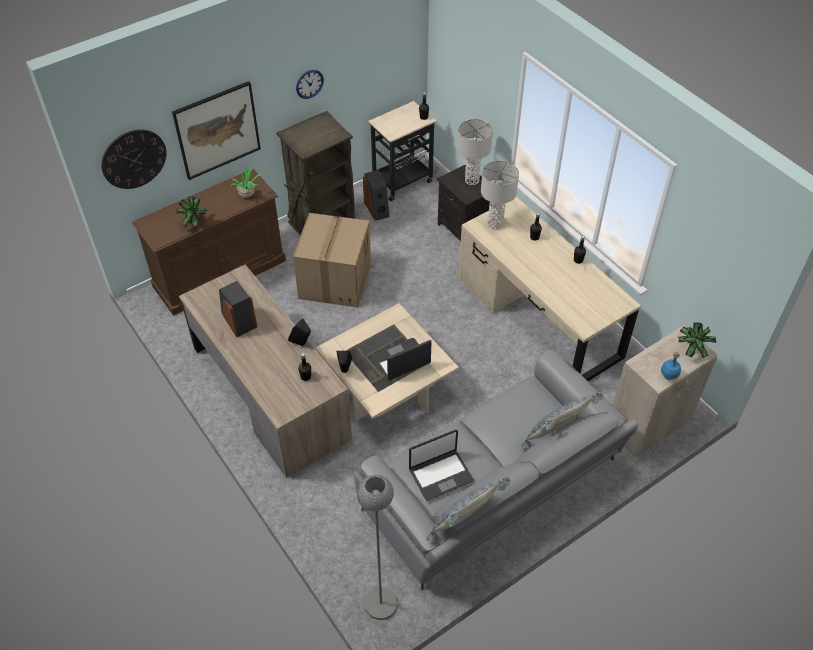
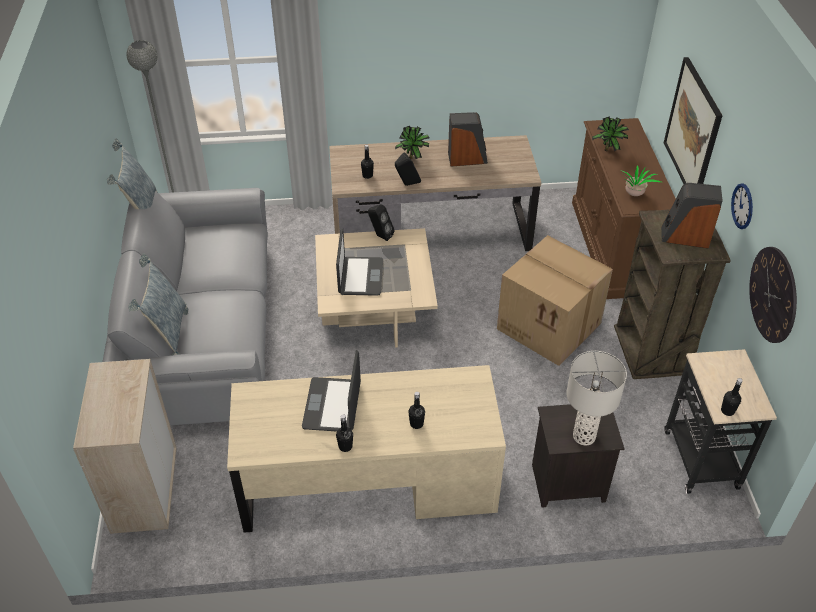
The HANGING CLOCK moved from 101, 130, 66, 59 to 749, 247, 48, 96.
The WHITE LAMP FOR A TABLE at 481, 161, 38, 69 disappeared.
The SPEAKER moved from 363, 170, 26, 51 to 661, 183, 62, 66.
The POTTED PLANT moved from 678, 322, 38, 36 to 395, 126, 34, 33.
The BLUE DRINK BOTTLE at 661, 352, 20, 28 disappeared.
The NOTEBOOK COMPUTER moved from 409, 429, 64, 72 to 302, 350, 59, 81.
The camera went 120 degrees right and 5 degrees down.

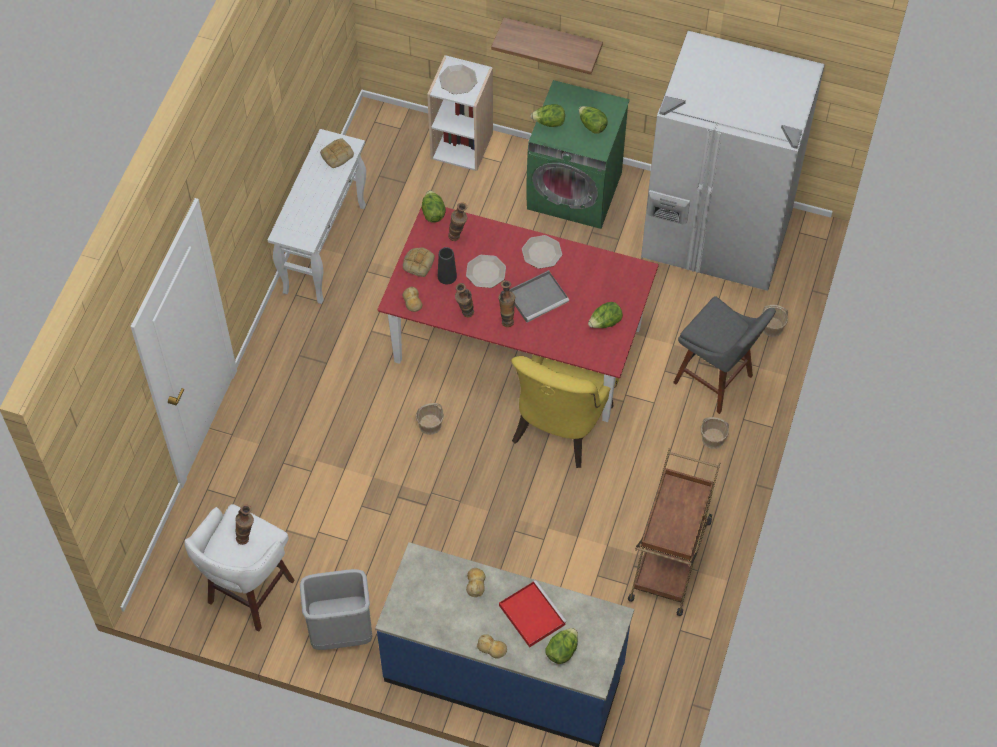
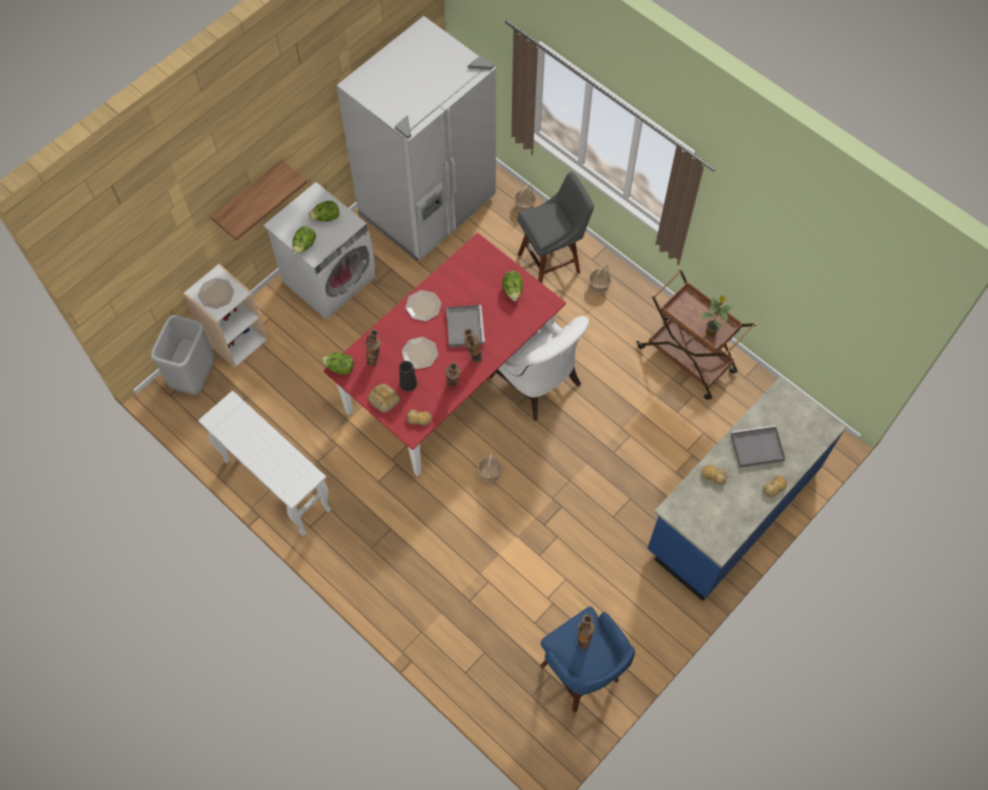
The GREENISH WASHING MACHINE at 526, 80, 104, 149 became the WHITE WASHING MACHINE at 263, 182, 112, 138.
The BAKED BREAD at 320, 138, 34, 30 disappeared.
The YELLOW-COLOURED UPRIGHT CHAIR at 511, 355, 108, 113 became the WHITE UPRIGHT CHAIR at 489, 316, 100, 105.
The WHITE SITTING STOOL at 185, 504, 110, 127 became the BLUE SITTING STOOL at 540, 607, 95, 106.
The GRAY RUBBISH BIN moved from 300, 569, 72, 81 to 151, 315, 64, 80.
The REDDISH CARRYING TRAY at 499, 580, 68, 67 became the GRAY CARRYING TRAY at 731, 425, 54, 43.
The HEAD OF LETTUCE at 545, 628, 33, 36 disappeared.
The POTTED PLANT at 701, 296, 34, 41 appeared.
The camera went 65 degrees left and 5 degrees up.

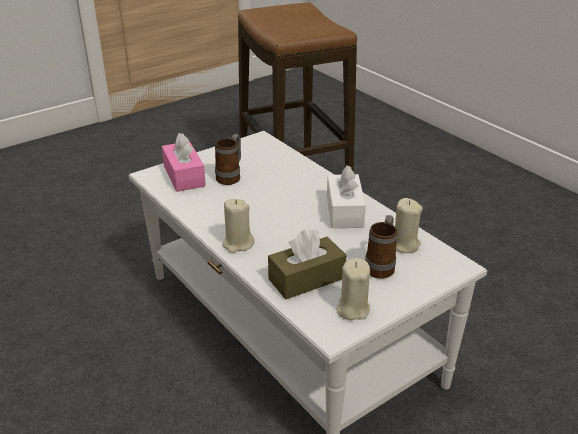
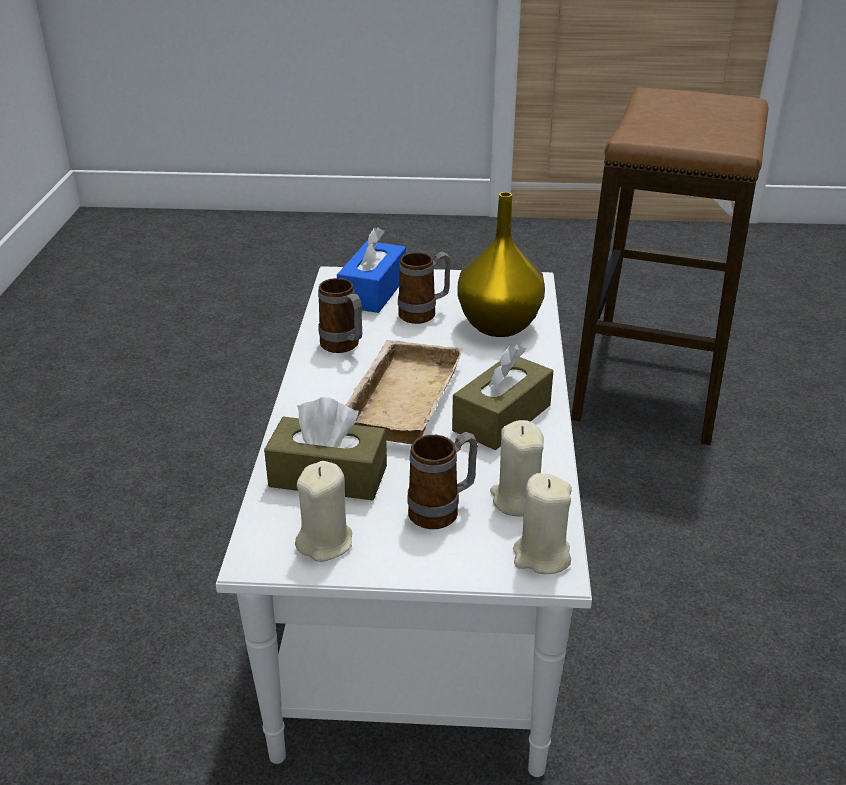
The PINK-COLOURED TISSUE BOX at 162, 133, 44, 59 became the BLUE TISSUE BOX at 337, 228, 69, 85.
The WHITE TISSUE BOX at 327, 165, 39, 63 became the BROWNISH TISSUE BOX at 452, 344, 101, 106.
The BEIGE WAX CANDLE moved from 222, 199, 32, 54 to 513, 473, 59, 101.
The YELLOW-COLOURED DECORATIVE VASE at 458, 192, 87, 145 appeared.
The MUG at 318, 278, 44, 75 appeared.
The BEIGE CARRYING TRAY at 346, 340, 117, 104 appeared.
The camera went 40 degrees right and 0 degrees up.

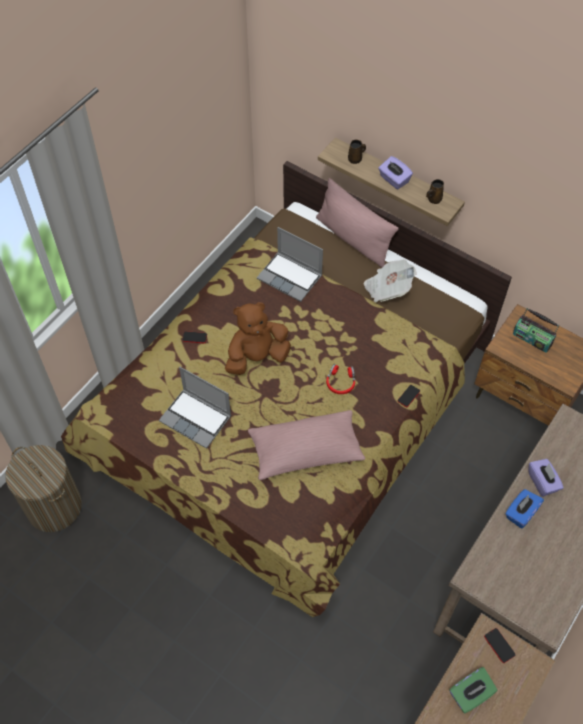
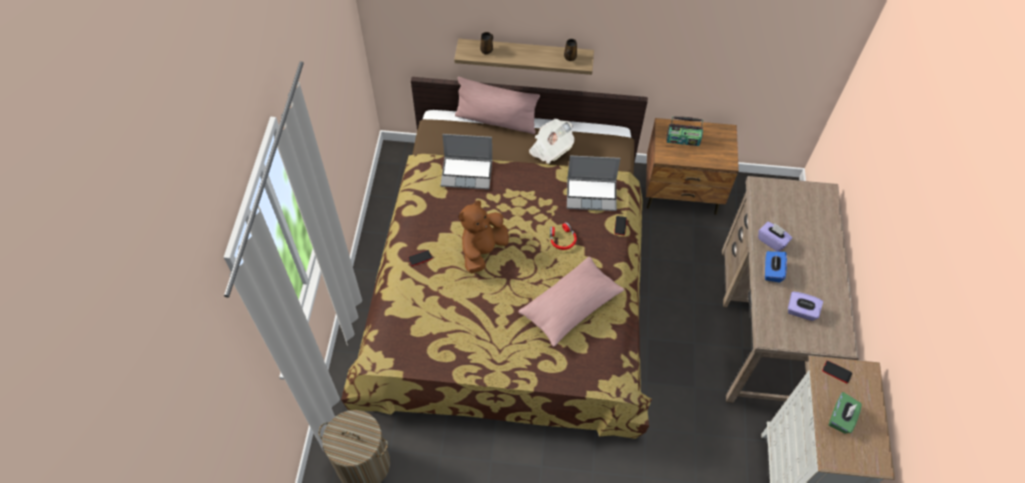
The PURPLISH TISSUE BOX moved from 378, 156, 35, 34 to 788, 292, 35, 29.
The NOTEBOOK COMPUTER moved from 159, 367, 73, 82 to 567, 155, 53, 56.
The camera went 30 degrees left and 0 degrees up.

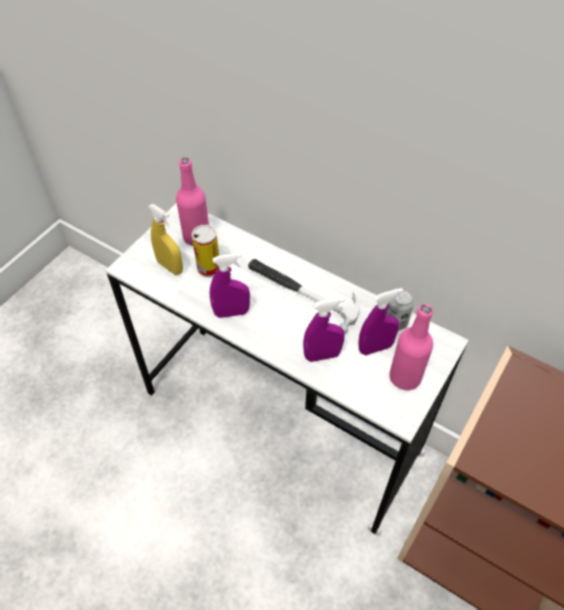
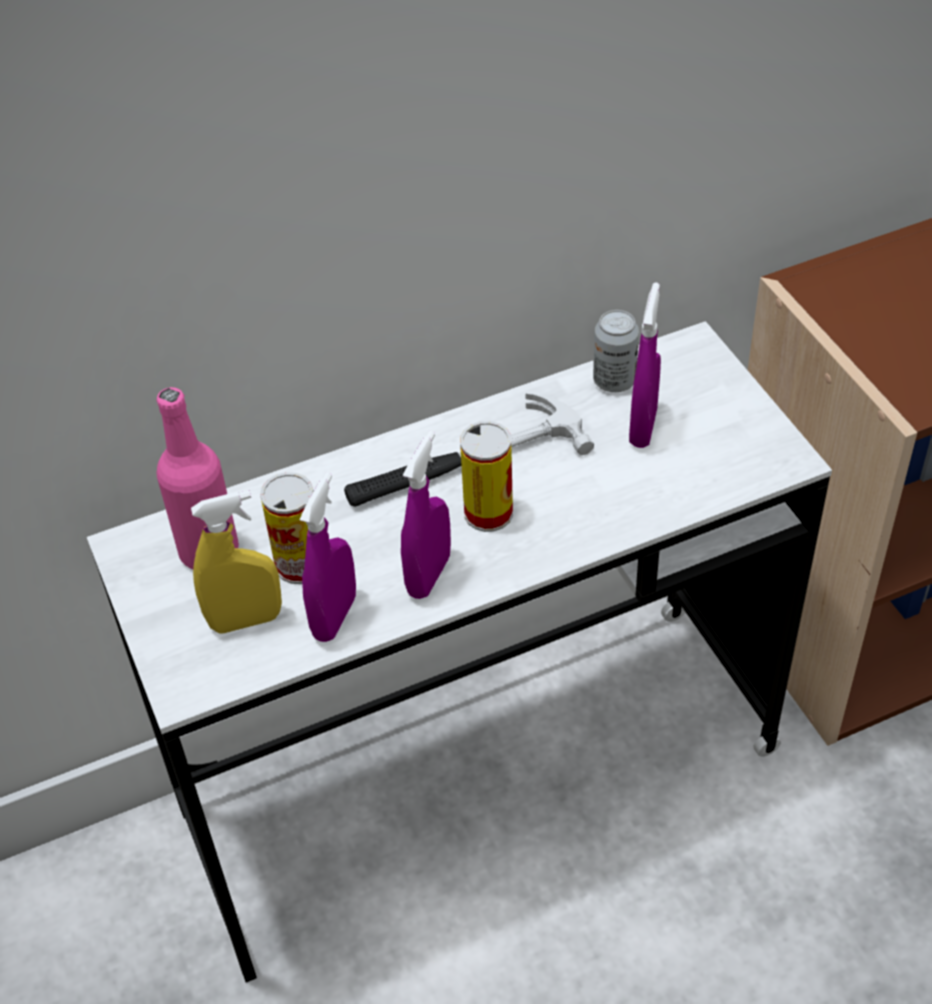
The PURPLISH HAND SPRAYER moved from 303, 298, 42, 64 to 300, 472, 56, 170.
The PINK-COLOURED DRINK BOTTLE at 389, 304, 44, 86 disappeared.
The SEALED CAN at 460, 421, 53, 111 appeared.
The camera went 55 degrees left and 5 degrees down.

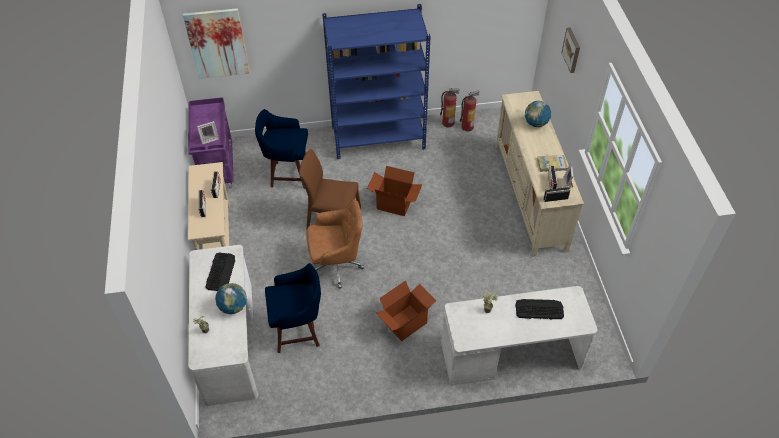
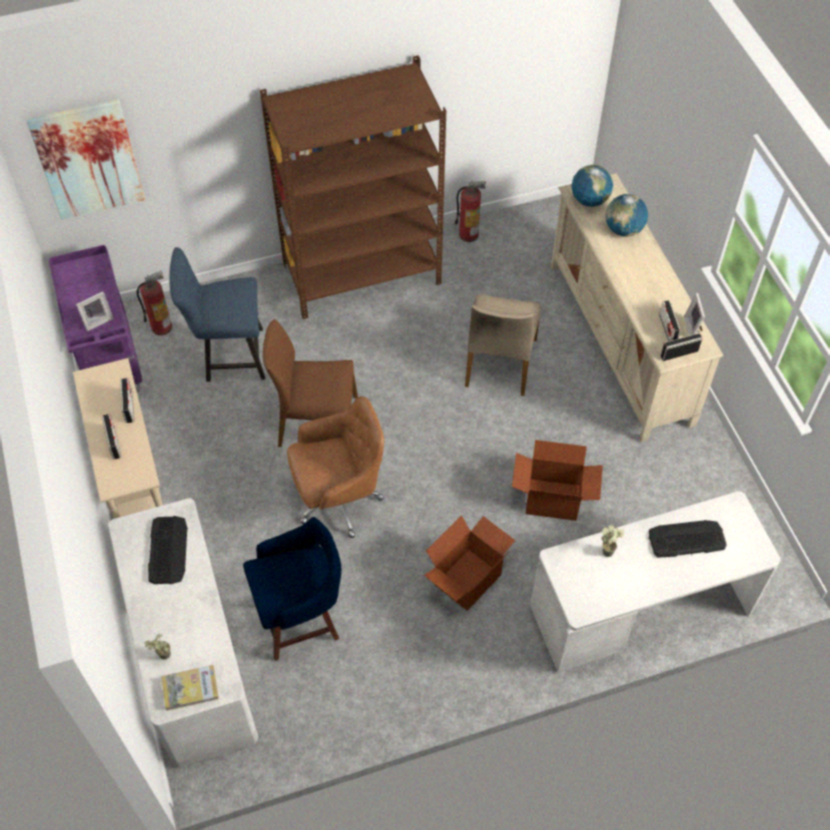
The BLUE BOOKSHELF at 322, 4, 109, 155 became the BROWNISH BOOKSHELF at 260, 55, 186, 264.
The WALL ART at 562, 27, 18, 46 disappeared.
The EXTINGUISHER moved from 460, 90, 20, 41 to 137, 271, 35, 65.
The BLUE SITTING STOOL at 255, 109, 53, 80 was replaced by the BLUE UPRIGHT CHAIR at 169, 247, 96, 135.
The VOLUME moved from 537, 155, 31, 17 to 161, 665, 58, 46.
The CARTON moved from 367, 166, 55, 50 to 512, 440, 91, 81.
The WORLD GLOBE moved from 215, 283, 32, 31 to 571, 165, 42, 42.
The BEIGE UPRIGHT CHAIR at 465, 294, 76, 102 appeared.
The camera went 10 degrees left and 5 degrees up.

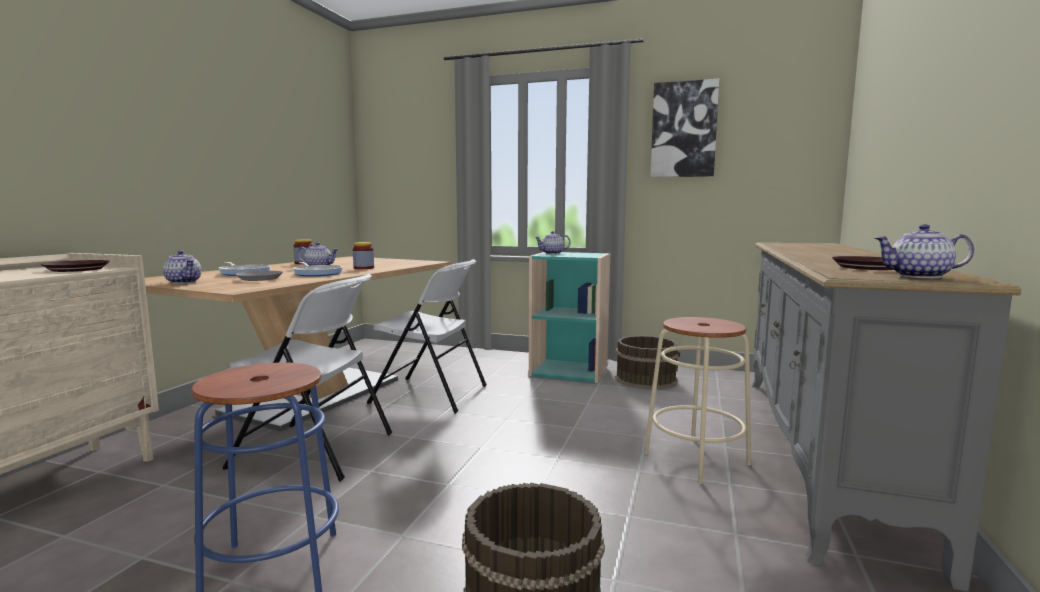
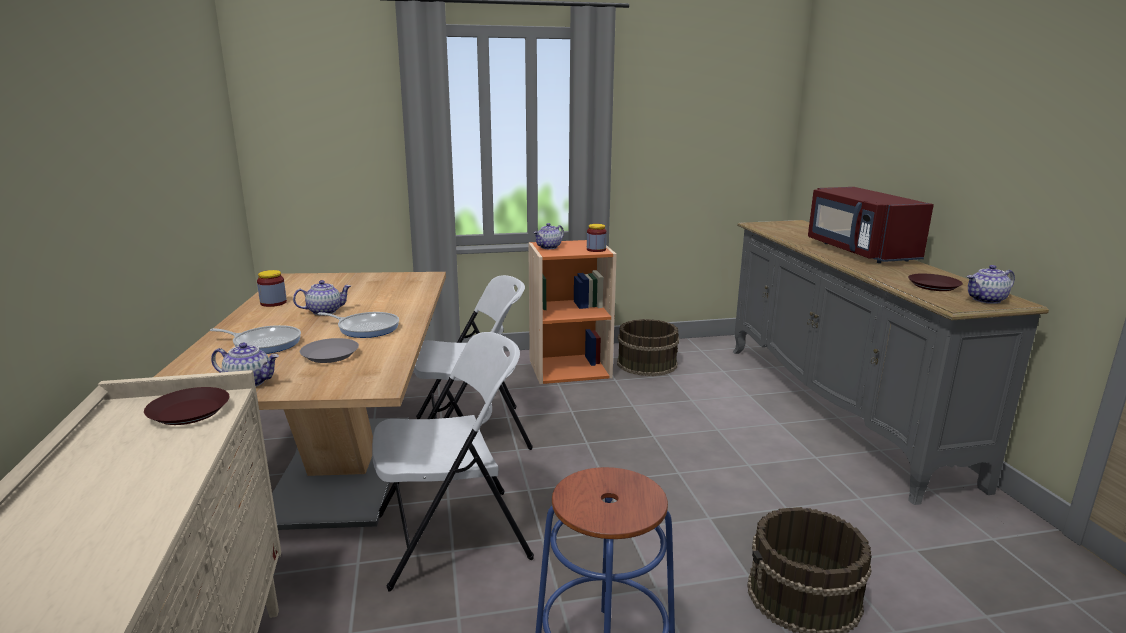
The WALL ART at 650, 79, 69, 98 disappeared.
The STORAGE JAR moved from 353, 242, 21, 27 to 587, 224, 20, 28.
The TURQUOISE-COLOURED BOOKSHELF at 529, 252, 81, 131 became the ORANGE-COLOURED BOOKSHELF at 528, 240, 89, 144.
The BEIGE SITTING STOOL at 644, 317, 107, 167 disappeared.
The REDDISH MICROWAVE at 808, 187, 126, 76 appeared.
The camera went 30 degrees left and 10 degrees up.

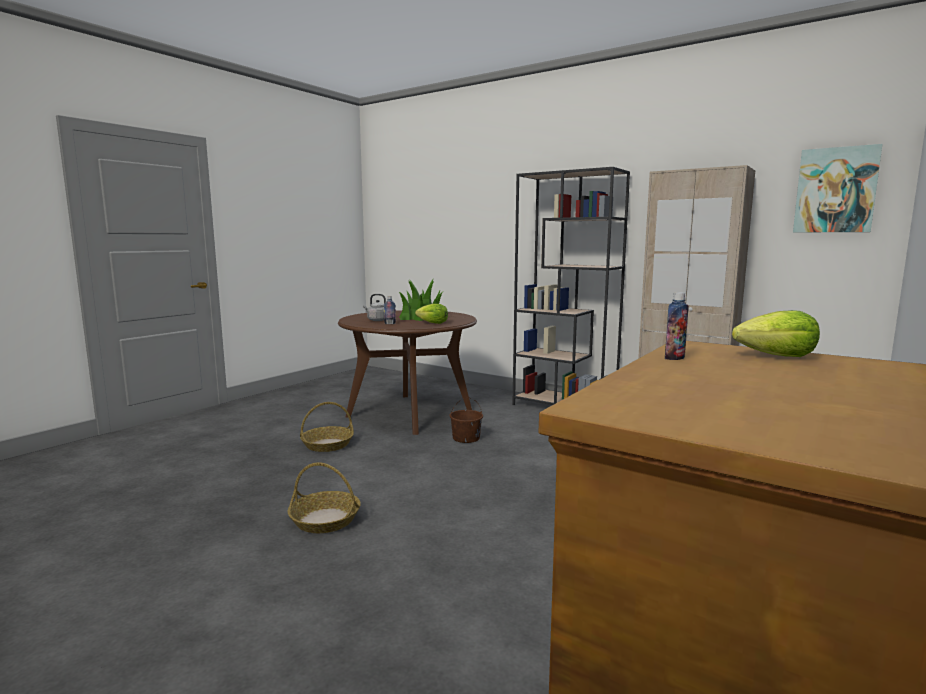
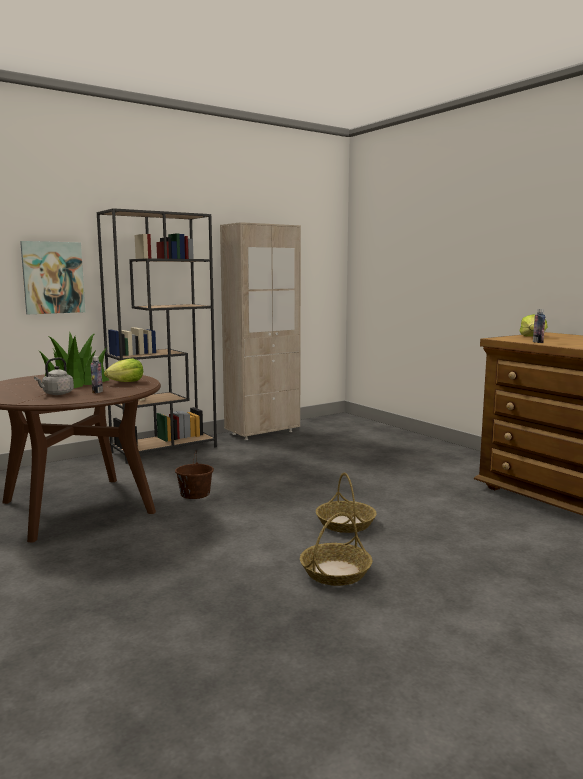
The WALL ART moved from 793, 144, 90, 89 to 20, 241, 65, 73.
The HOUSEHOLD BASKET moved from 300, 402, 54, 50 to 316, 473, 61, 60.
The camera went 70 degrees left and 0 degrees up.

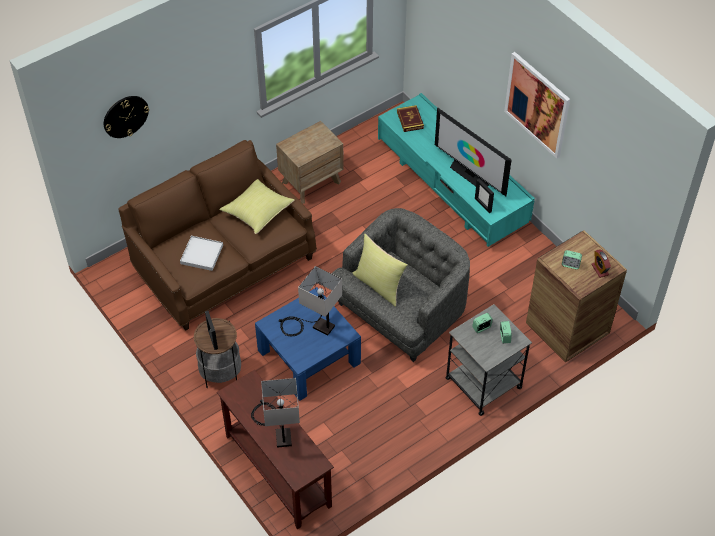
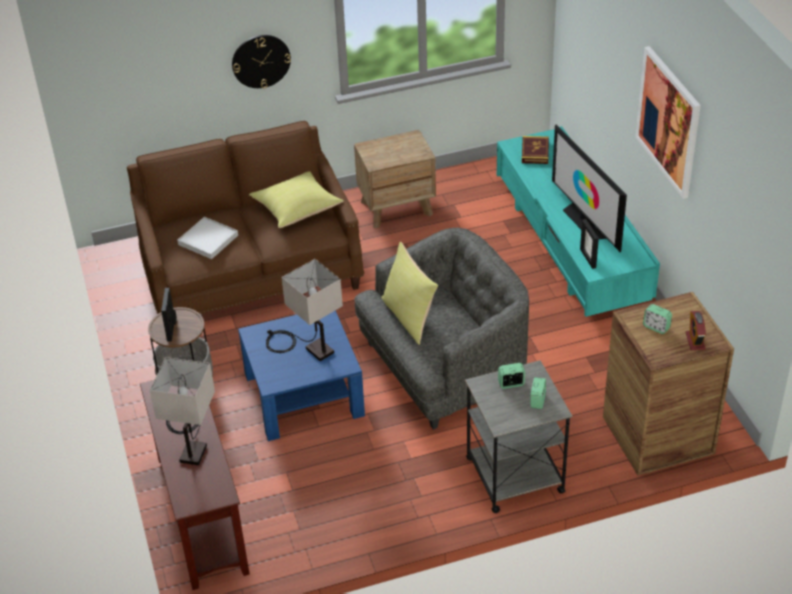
The HANGING CLOCK moved from 104, 96, 45, 42 to 232, 35, 59, 53.
The camera went 20 degrees right and 10 degrees down.

